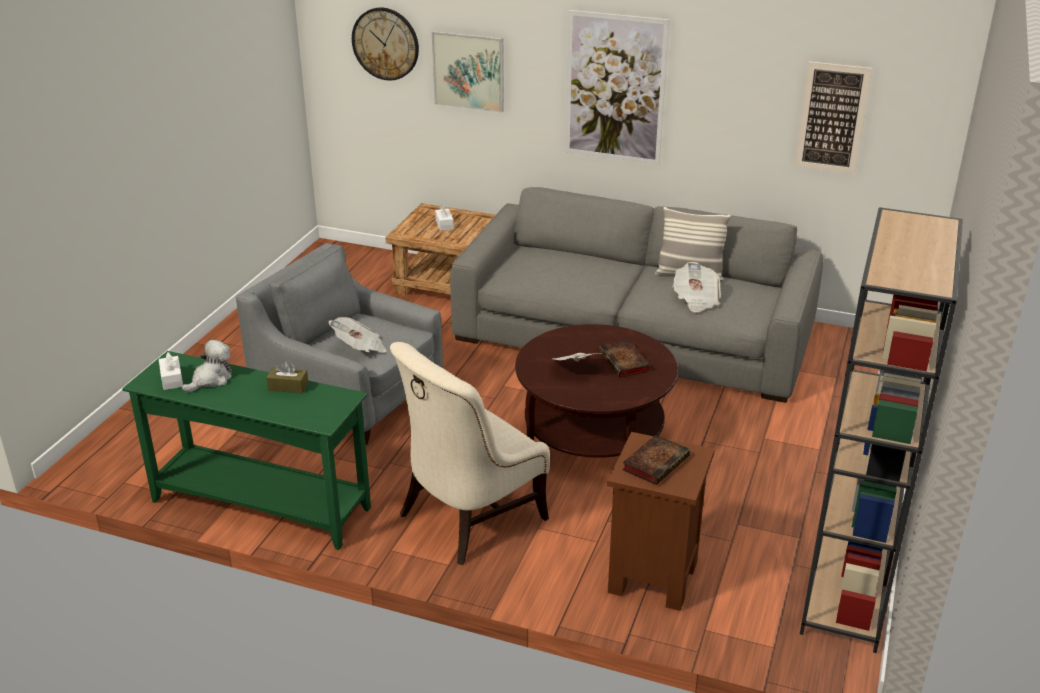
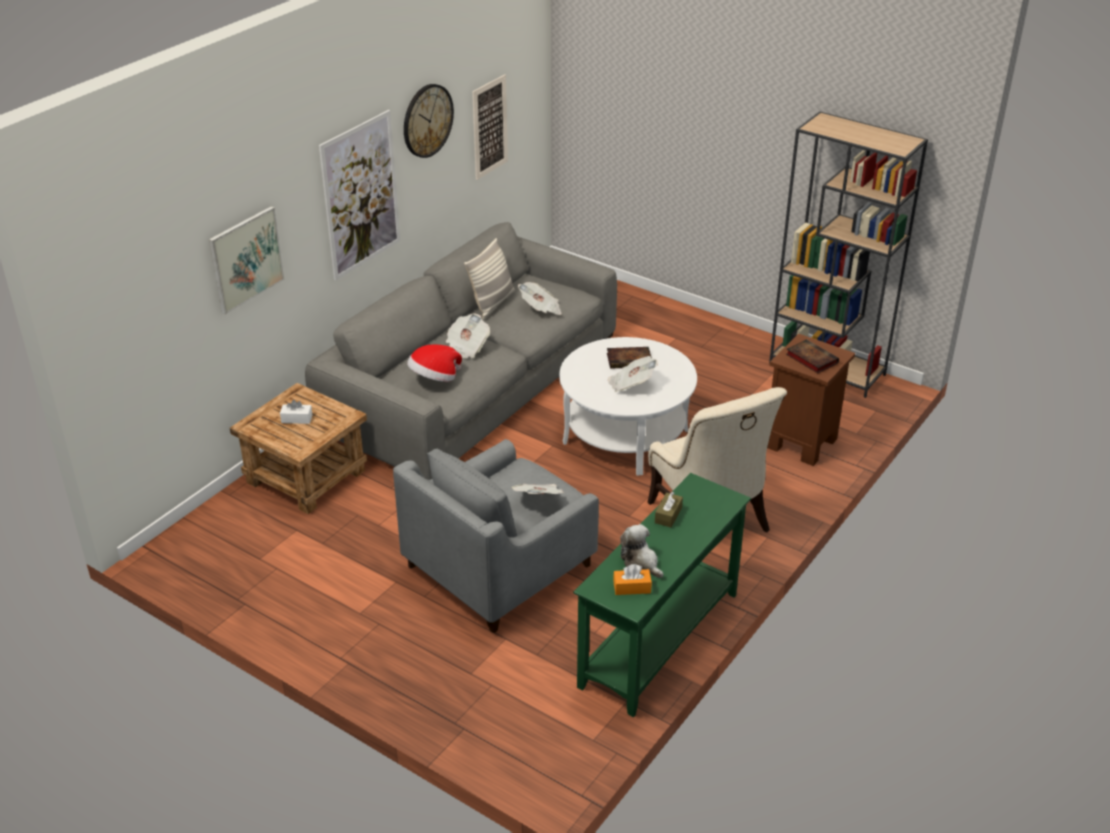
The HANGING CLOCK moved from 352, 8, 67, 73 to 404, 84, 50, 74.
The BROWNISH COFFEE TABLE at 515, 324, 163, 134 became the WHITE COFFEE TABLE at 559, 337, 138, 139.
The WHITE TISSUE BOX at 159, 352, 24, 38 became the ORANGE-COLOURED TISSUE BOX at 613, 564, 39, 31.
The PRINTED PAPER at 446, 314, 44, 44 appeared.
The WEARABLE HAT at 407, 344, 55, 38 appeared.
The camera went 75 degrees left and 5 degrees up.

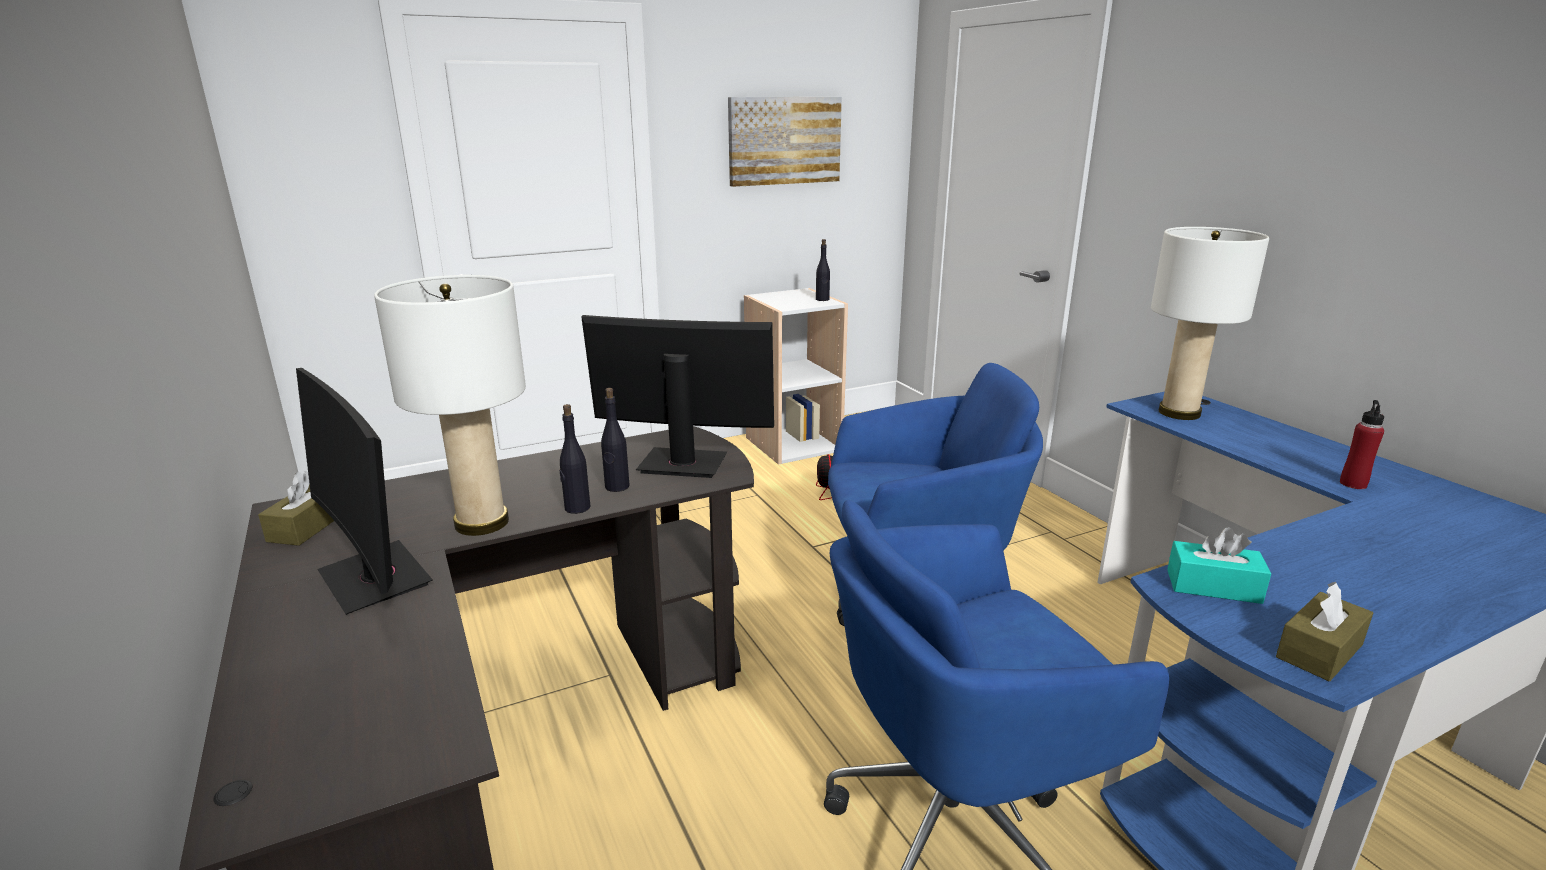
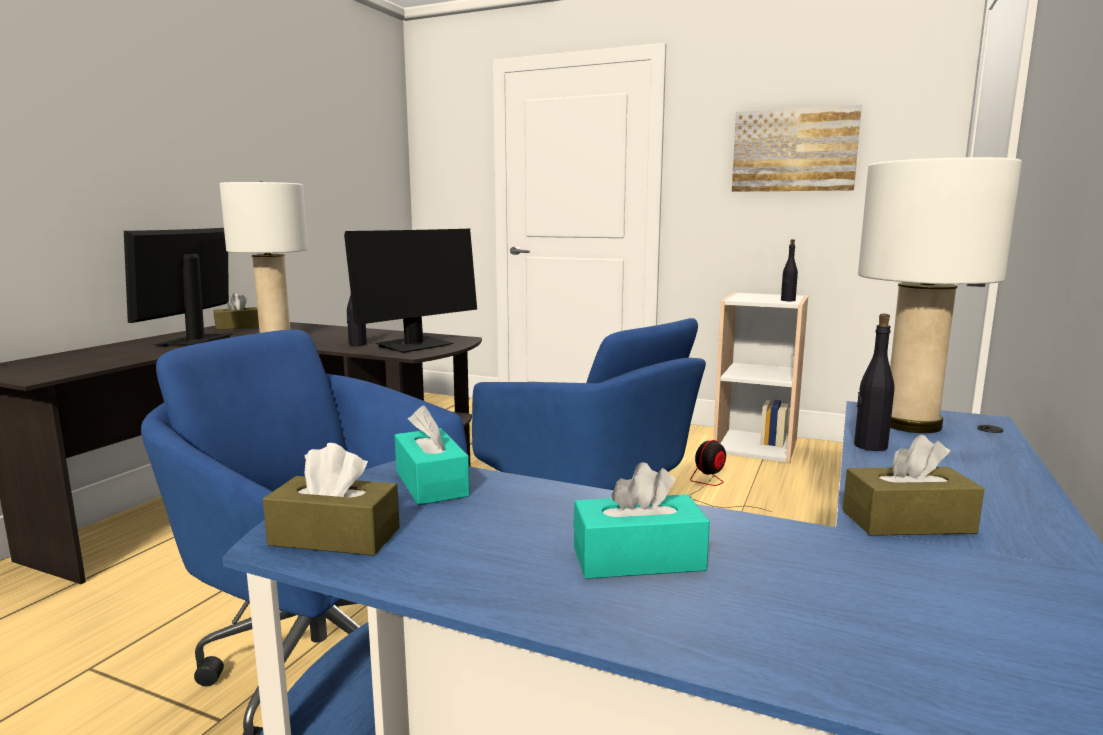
The COMPUTER DISPLAY at 581, 315, 193, 163 turned 75 degrees clockwise.
The REDDISH DRINK BOTTLE at 1340, 400, 44, 89 was replaced by the BROWNISH TISSUE BOX at 843, 435, 141, 101.
The BLACK DRINK BOTTLE moved from 559, 404, 31, 110 to 854, 314, 40, 137.
The TURQUOISE-COLOURED TISSUE BOX at 573, 462, 137, 117 appeared.
The camera went 50 degrees right and 10 degrees down.

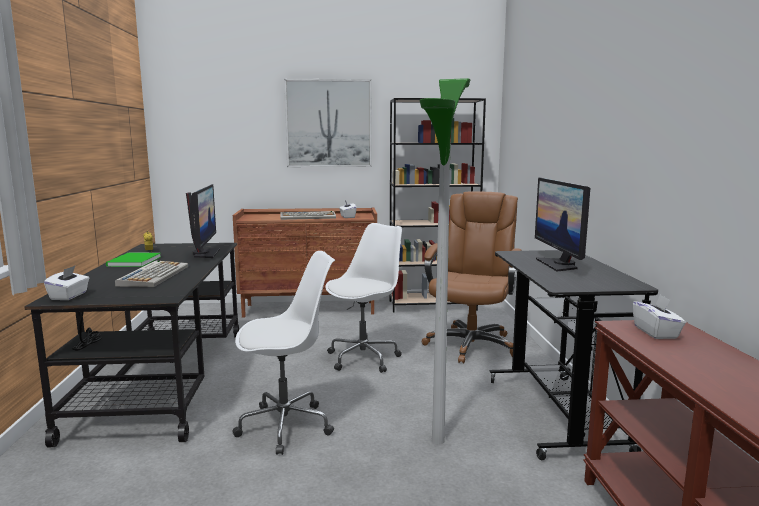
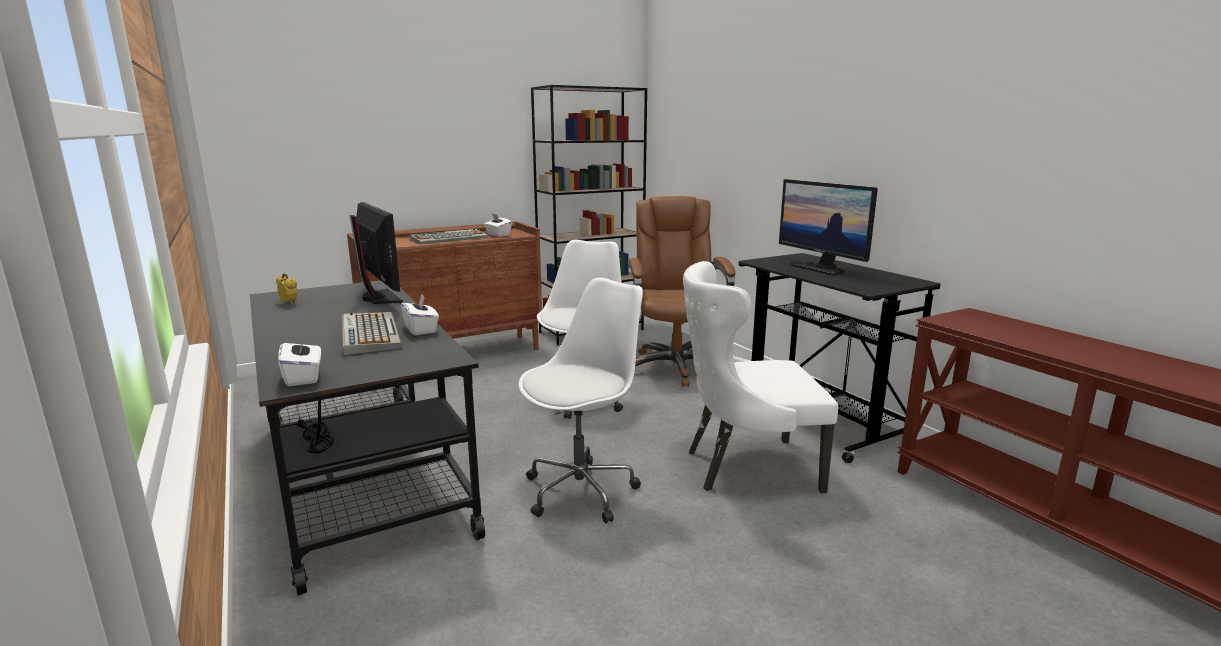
The STANDING LAMP at 420, 78, 50, 366 was replaced by the WHITE UPRIGHT CHAIR at 683, 261, 155, 233.
The WALL ART at 284, 79, 88, 88 disappeared.
The GREENISH VOLUME at 106, 252, 55, 15 disappeared.
The WHITE TISSUE BOX moved from 632, 294, 54, 45 to 401, 294, 38, 41.
The camera went 25 degrees left and 5 degrees up.

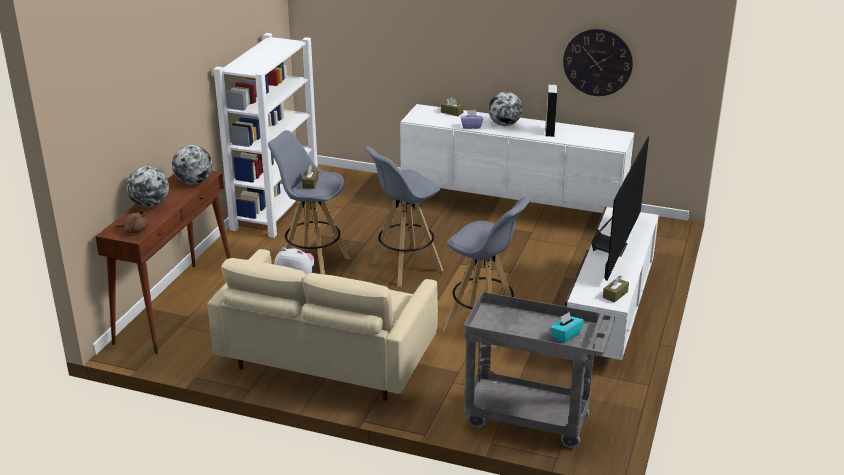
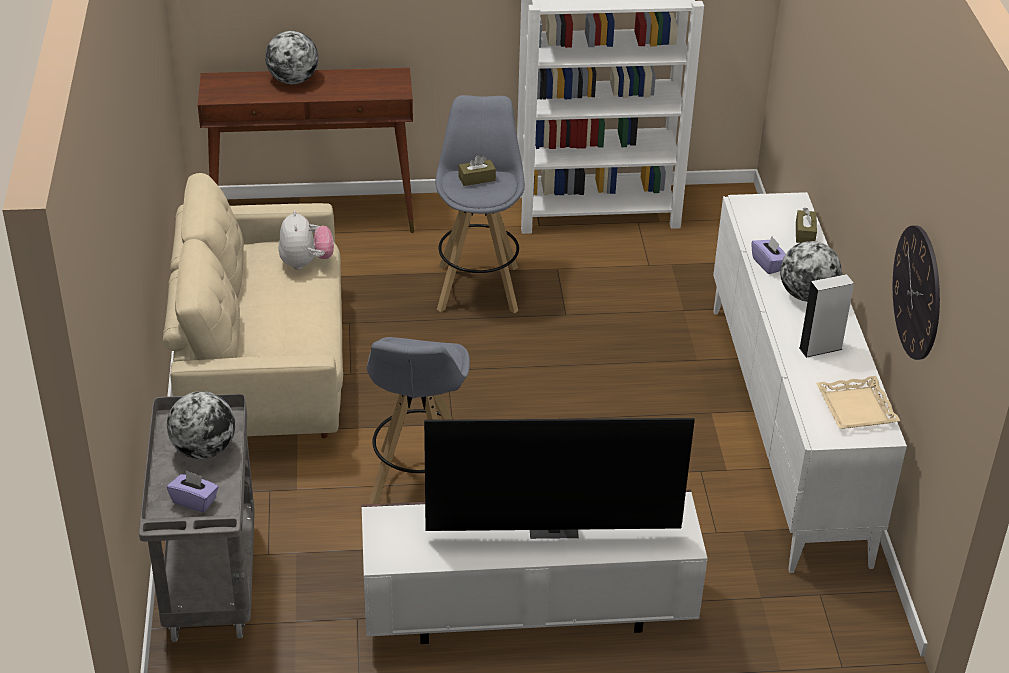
The WORLD GLOBE moved from 172, 145, 40, 40 to 167, 391, 68, 68.
The GRAY SITTING STOOL at 364, 146, 79, 141 disappeared.
The BROWNISH PLUSH TOY at 116, 210, 32, 23 disappeared.
The BROWNISH TISSUE BOX at 603, 276, 26, 27 disappeared.
The TURQUOISE-COLOURED TISSUE BOX at 550, 312, 34, 31 became the PURPLISH TISSUE BOX at 167, 470, 52, 42.
The BEIGE CARRYING TRAY at 816, 376, 84, 53 appeared.
The camera went 65 degrees right and 10 degrees up.

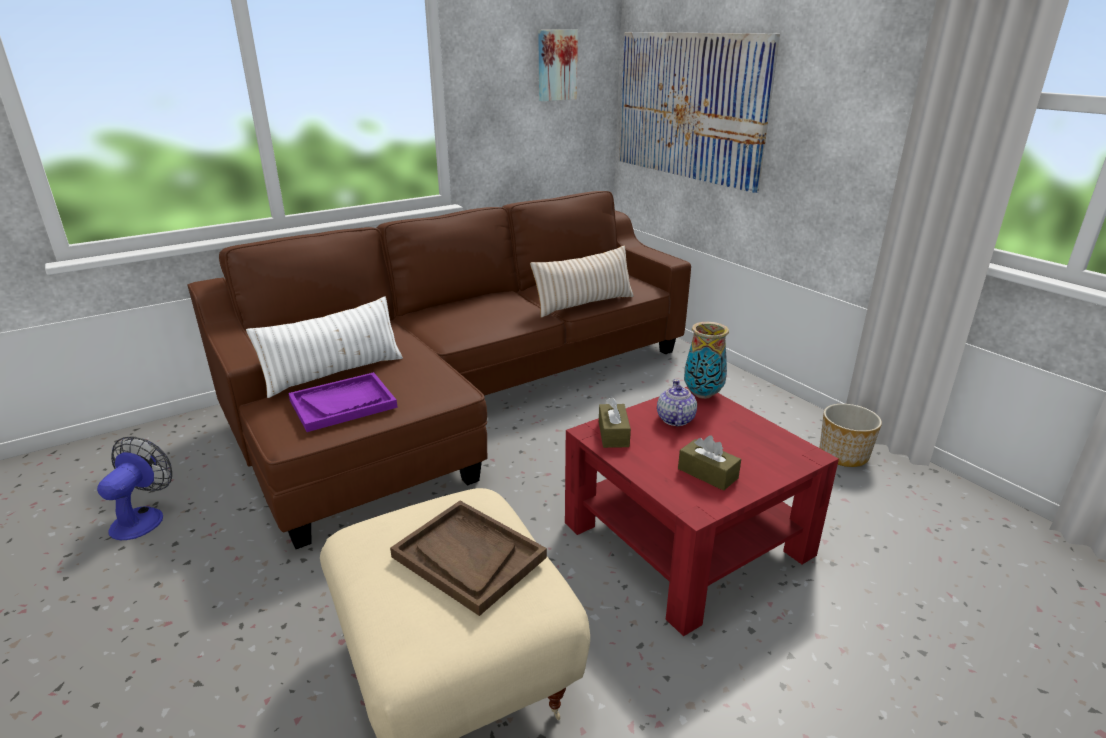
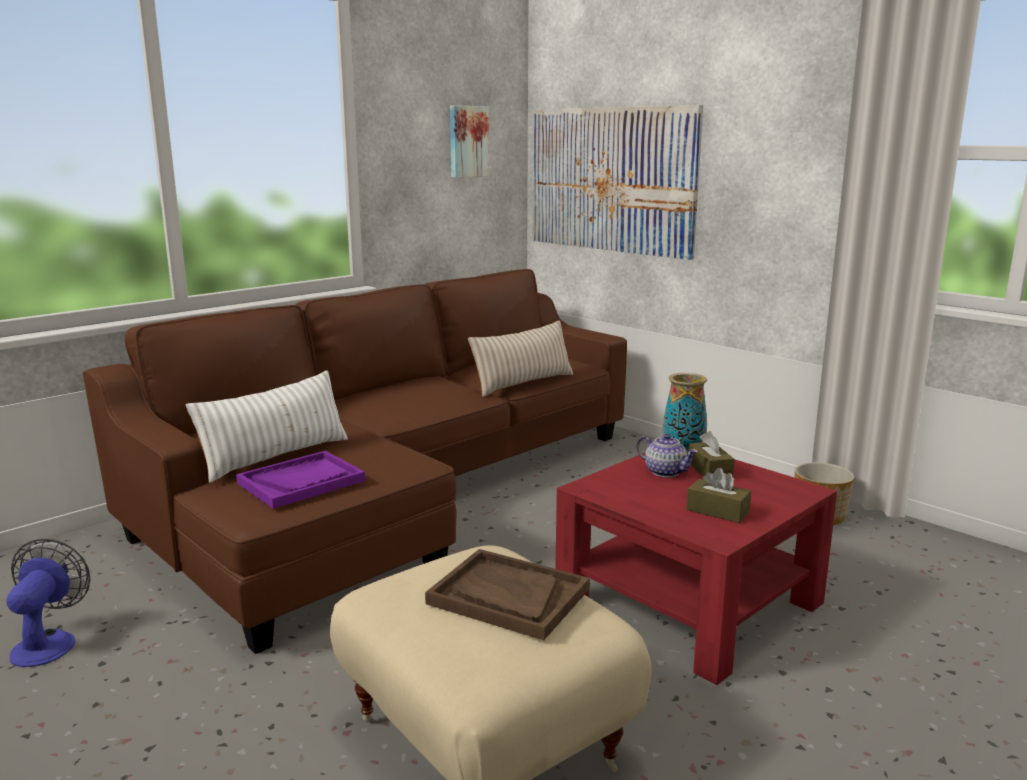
The TEAPOT at 657, 379, 40, 48 turned 135 degrees clockwise.
The BROWNISH TISSUE BOX moved from 599, 397, 32, 51 to 689, 431, 45, 46.
The camera went 10 degrees left and 10 degrees down.

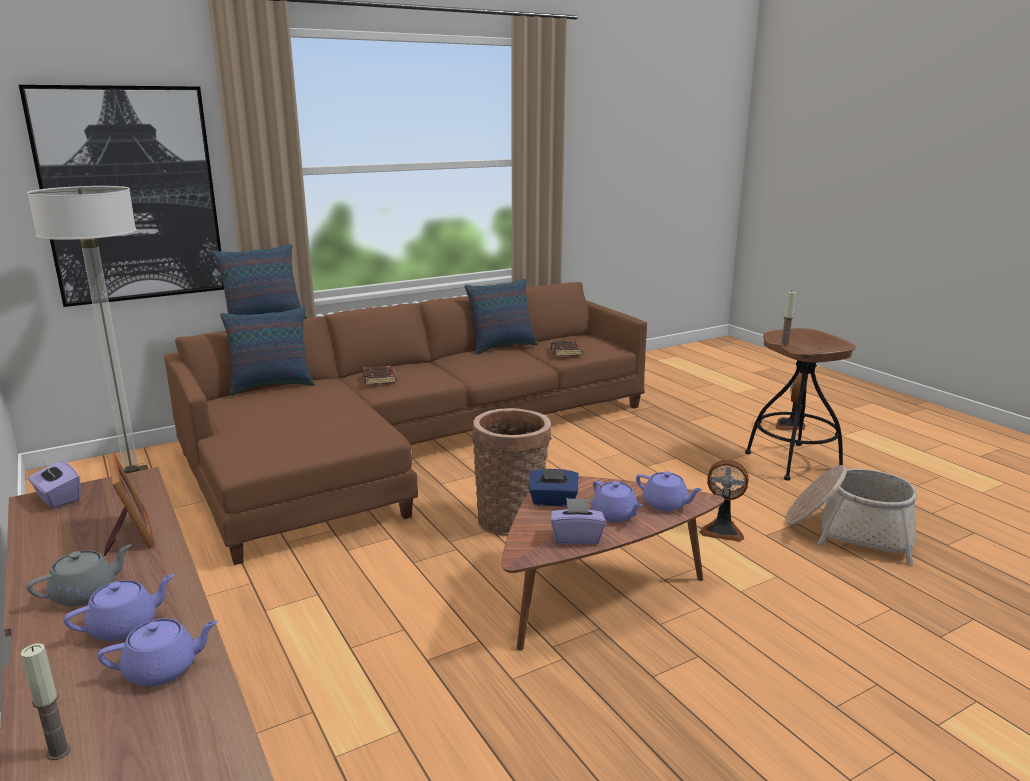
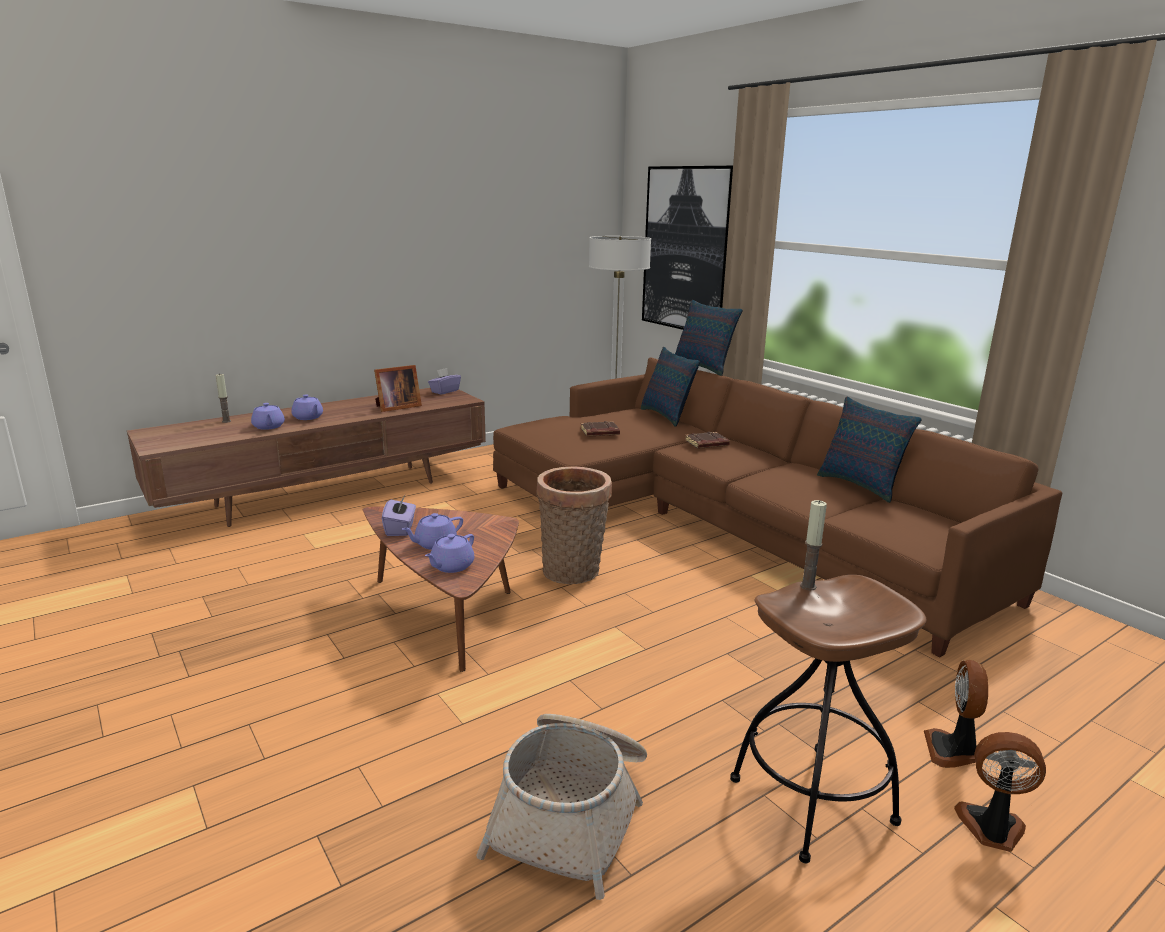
The BROWNISH VOLUME moved from 550, 340, 33, 16 to 581, 421, 39, 15.
The FAN moved from 699, 459, 50, 83 to 924, 660, 64, 108.
The BLUE TISSUE BOX at 529, 469, 50, 38 disappeared.
The GRAY TEAPOT at 27, 544, 105, 62 disappeared.
The camera went 85 degrees right and 0 degrees up.

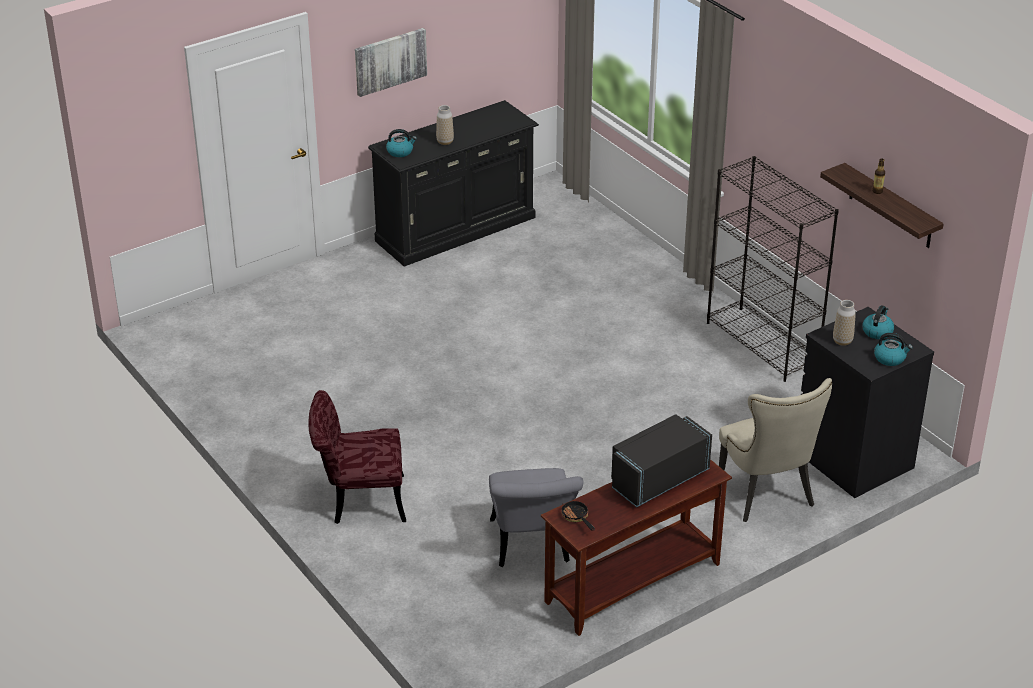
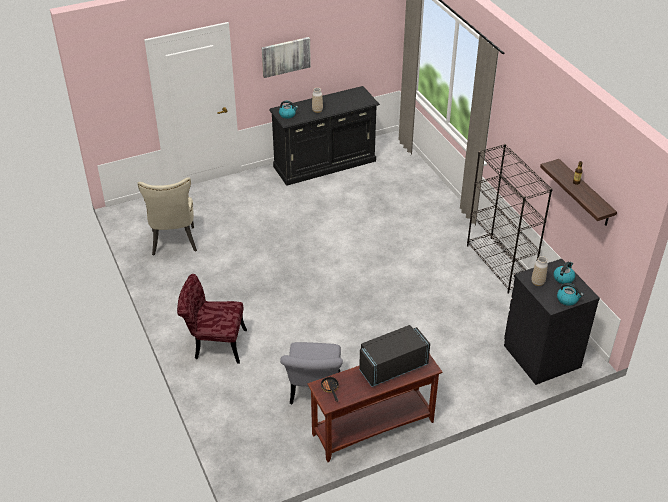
The BEIGE UPRIGHT CHAIR moved from 719, 378, 113, 144 to 137, 177, 60, 79.
The camera went 10 degrees right and 5 degrees up.

